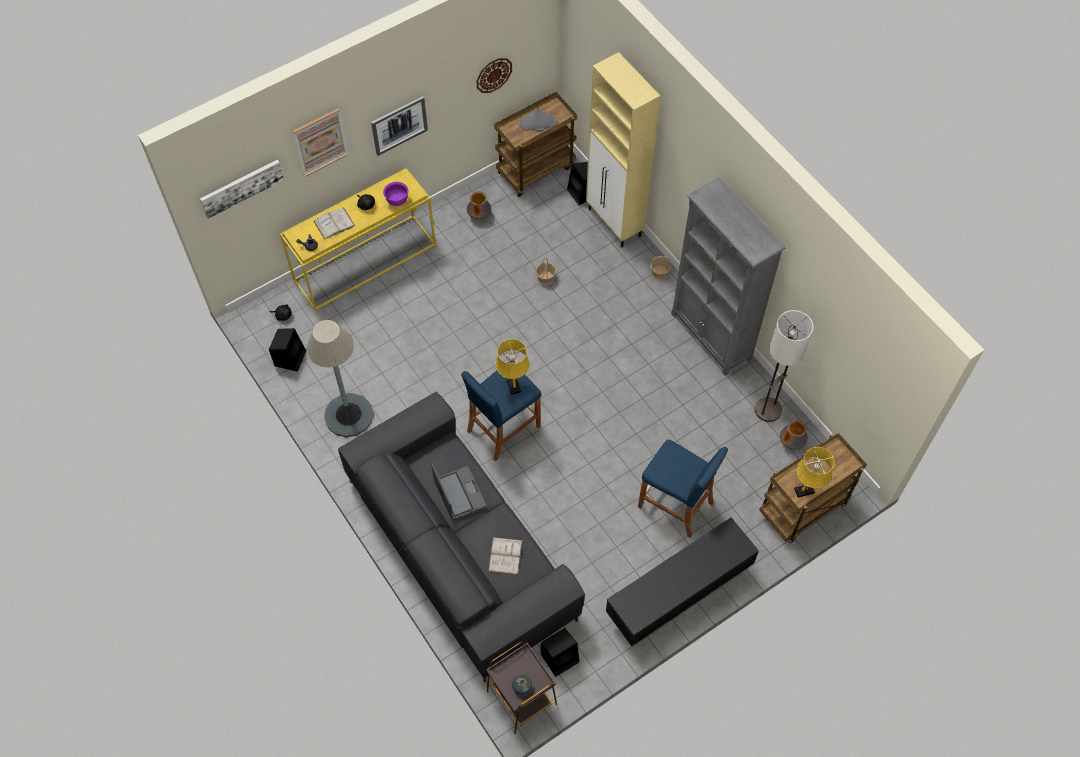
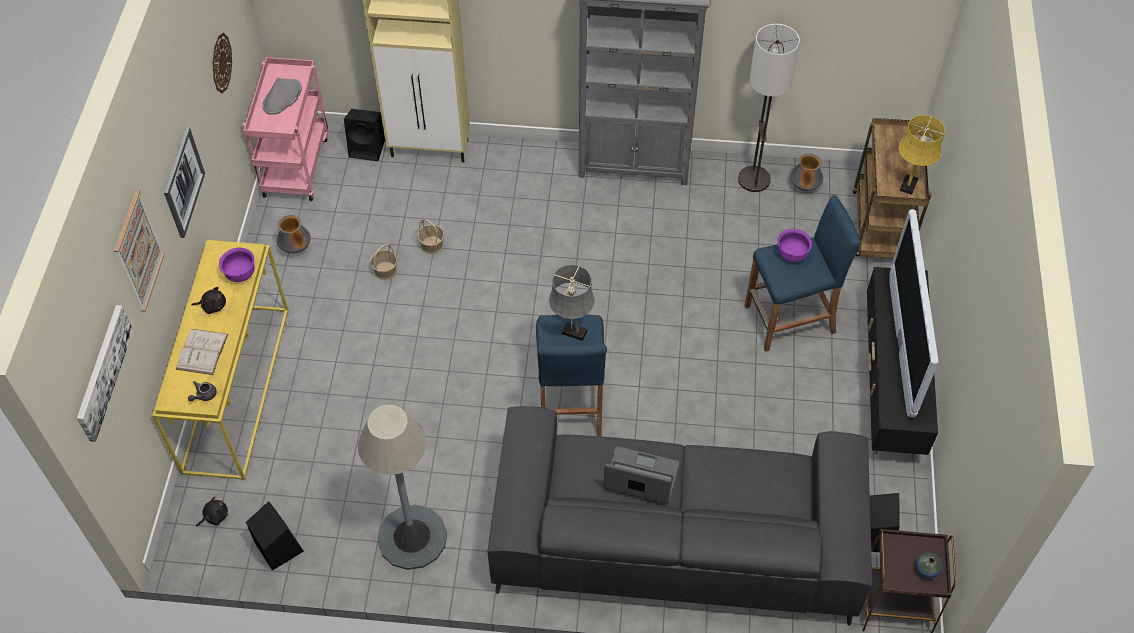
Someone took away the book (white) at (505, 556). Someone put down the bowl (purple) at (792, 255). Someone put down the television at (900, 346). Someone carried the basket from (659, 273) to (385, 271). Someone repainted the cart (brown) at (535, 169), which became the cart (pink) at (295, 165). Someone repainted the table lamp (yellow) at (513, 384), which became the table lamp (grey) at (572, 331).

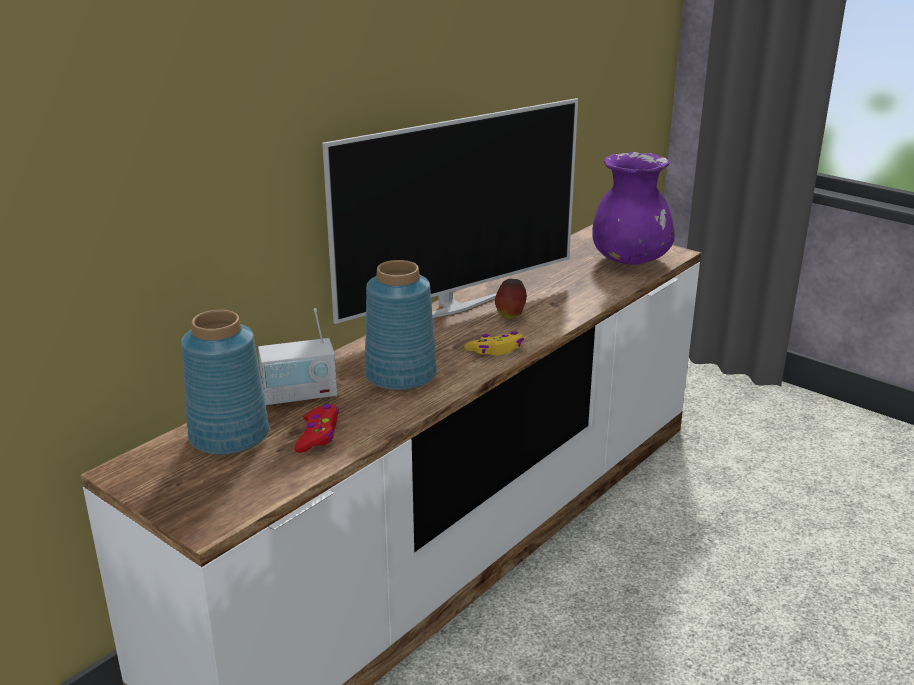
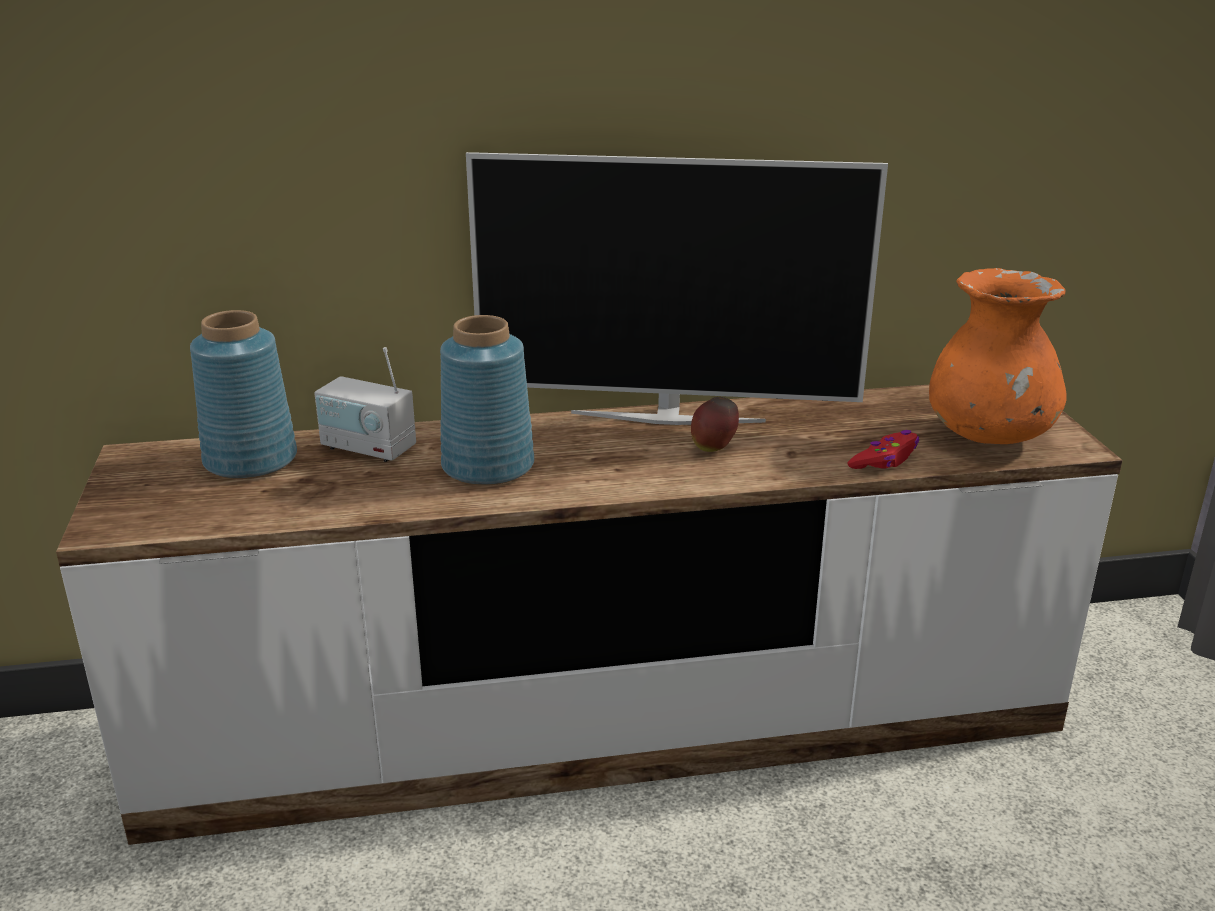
Someone took away the game controller (yellow) at (496, 350). Someone carried the game controller (red) from (318, 435) to (884, 460). Someone repainted the vase (purple) at (630, 260), which became the vase (orange) at (989, 436).

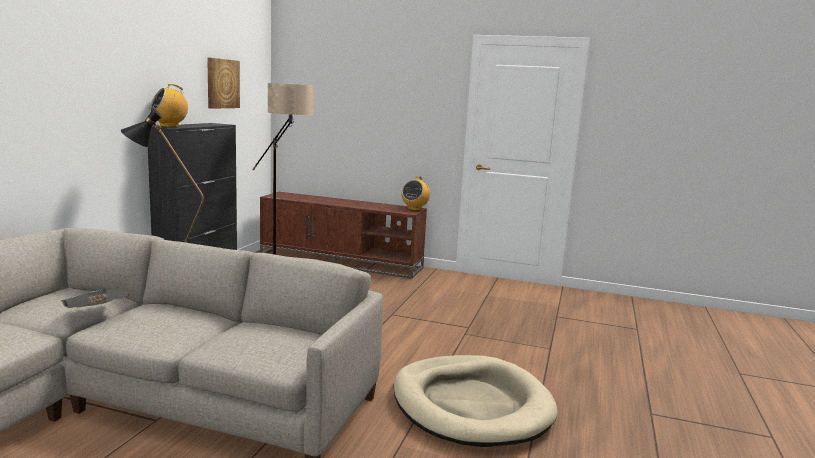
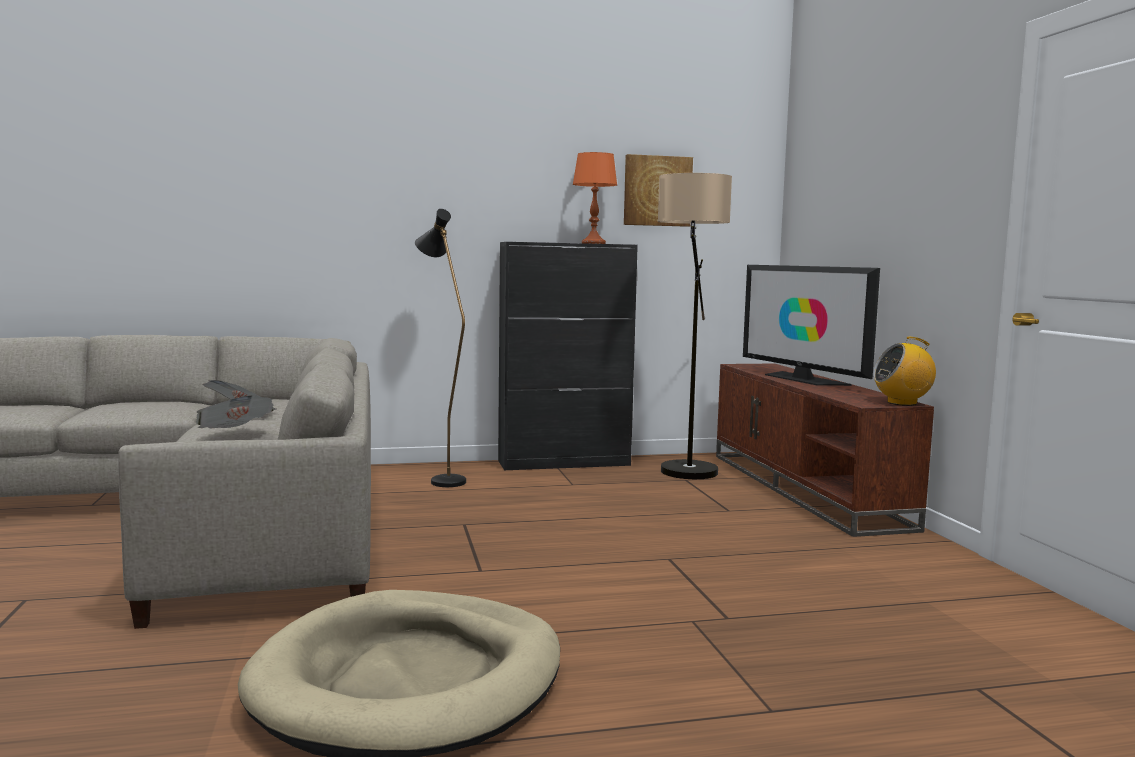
Someone took away the radio at (169, 126). Someone put down the newspaper at (235, 434). Someone put down the table lamp (orange) at (593, 243). Someone put down the television at (802, 379).

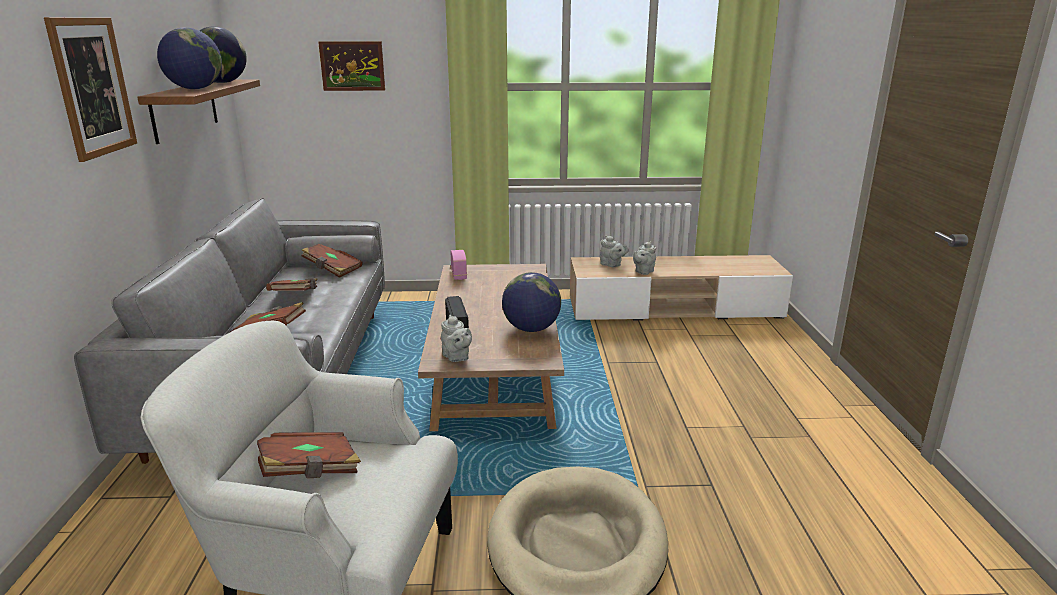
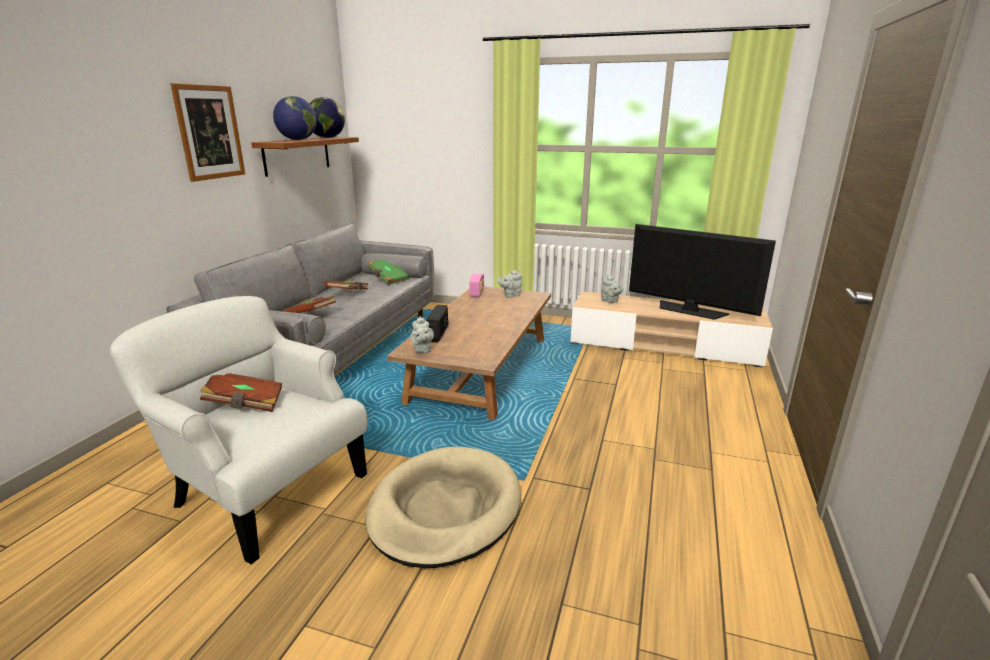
Someone took away the picture at (352, 66). Someone took away the globe at (531, 329). Someone put down the television at (690, 310). Someone carried the teapot (grey) from (643, 272) to (510, 295). Someone repainted the book (brown) at (332, 269), which became the book (green) at (388, 279).

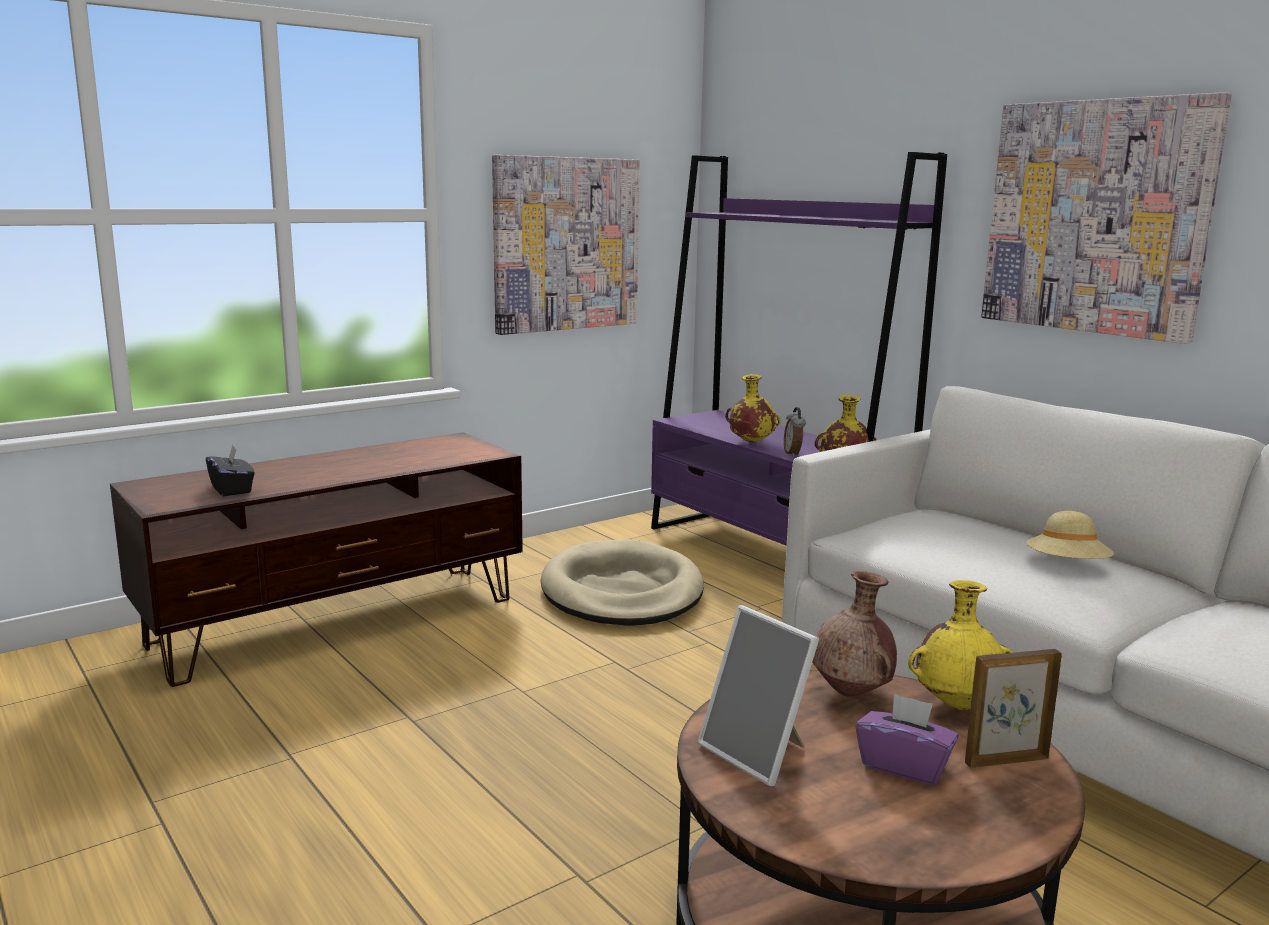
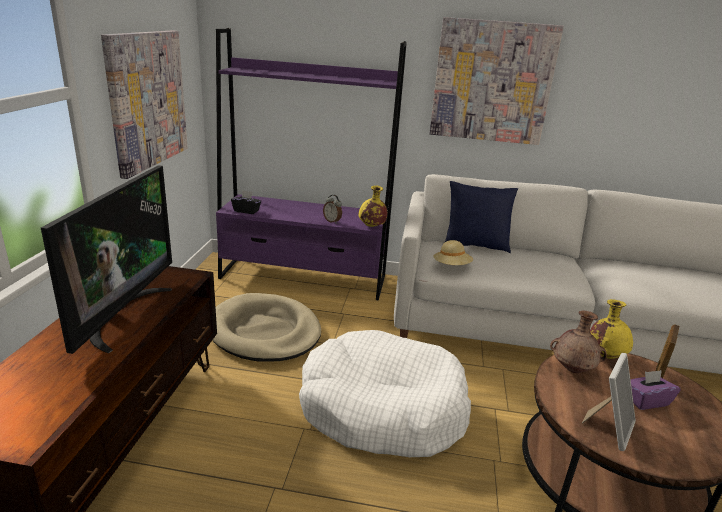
Someone took away the vase (yellow) at (750, 442). Someone put down the television at (122, 315). Someone put down the dog bed (white) at (382, 408). Someone put down the pillow (blue) at (475, 246). Someone carried the tissue box (black) from (232, 489) to (246, 211). Someone carried the hat (beige) from (1067, 567) to (452, 266). Someone rotated the picture frame at (758, 754) by 60 degrees counterclockwise.

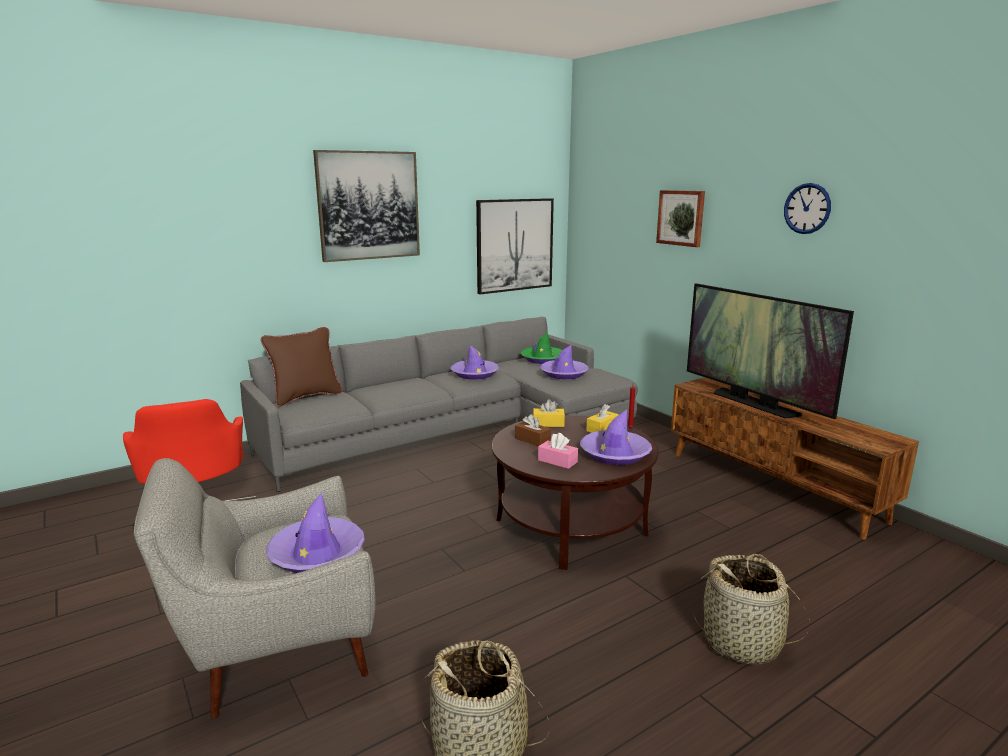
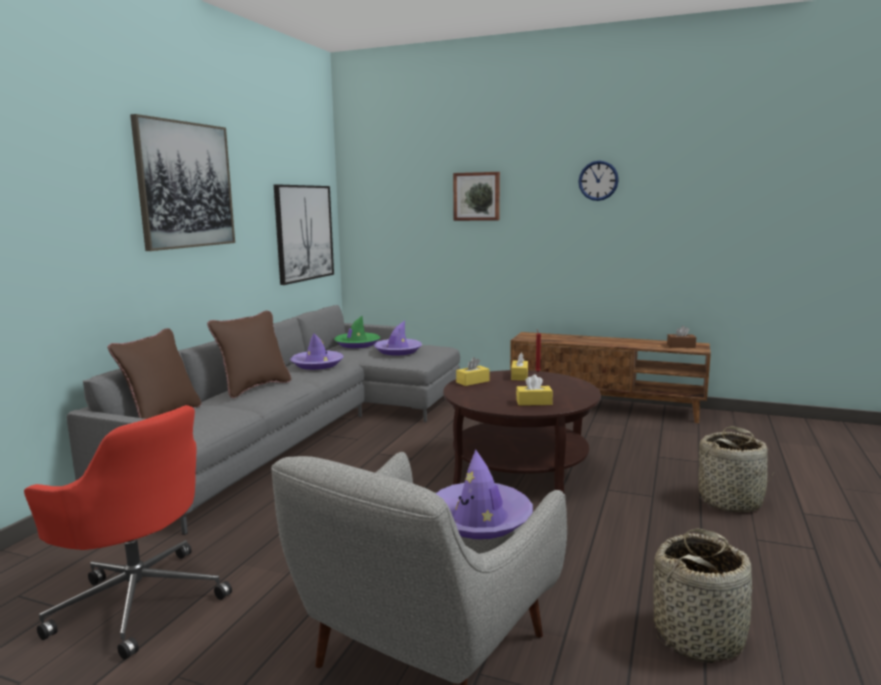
Someone took away the hat (purple) at (615, 454). Someone took away the television at (753, 403). Someone put down the pillow (brown) at (254, 387). Someone carried the tissue box (brown) from (532, 440) to (681, 346). Someone repainted the tissue box (pink) at (557, 461), which became the tissue box (yellow) at (534, 402).

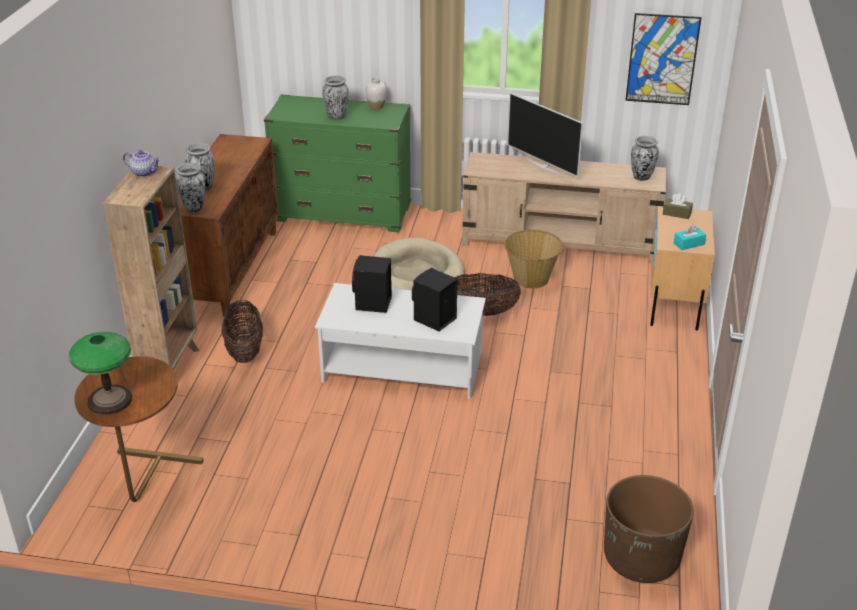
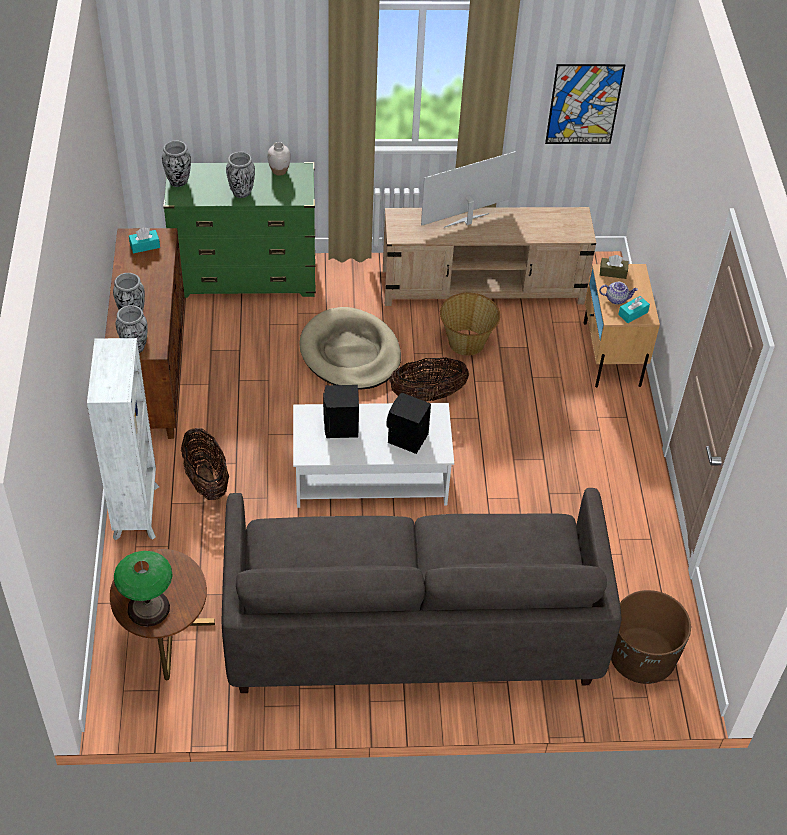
Someone put down the tissue box (turquoise) at (145, 246). Someone put down the sofa (grey) at (412, 626). Someone carried the teapot from (144, 172) to (616, 299). Someone carried the vase from (641, 177) to (178, 182). Someone repainted the bookcase (brown) at (170, 365), which became the bookcase (white) at (137, 510). Someone rotated the television at (544, 166) by 120 degrees clockwise.

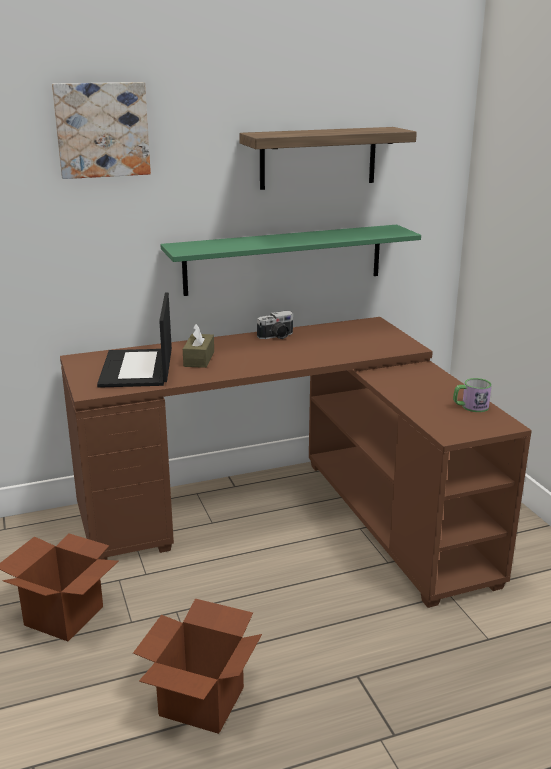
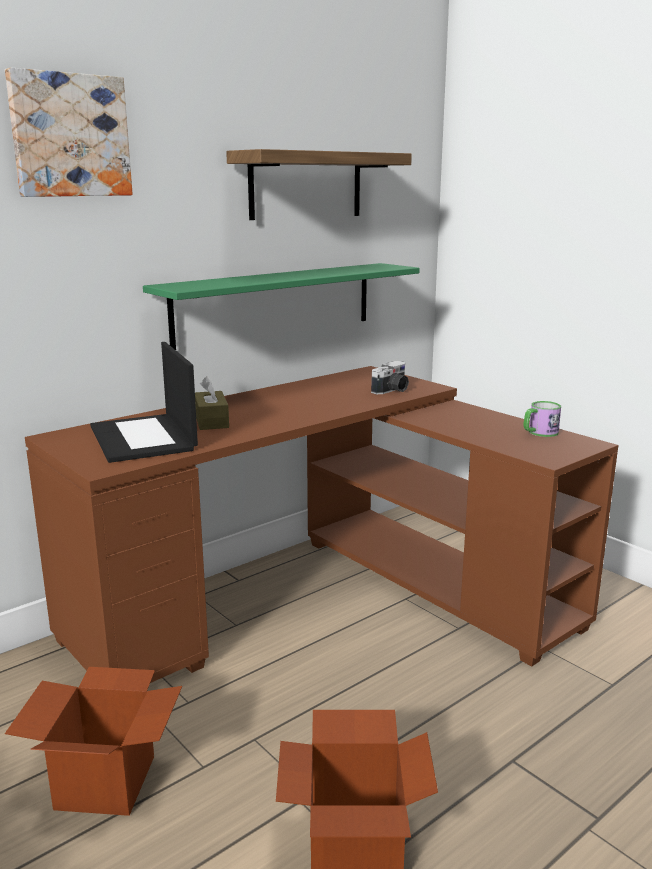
Someone carried the photo camera from (277, 336) to (392, 390).

